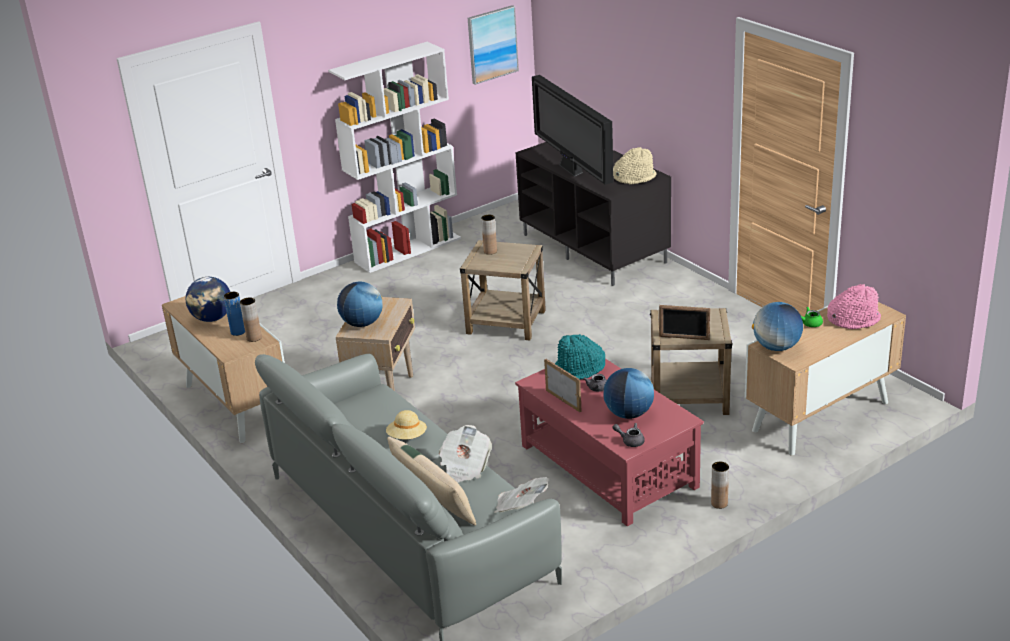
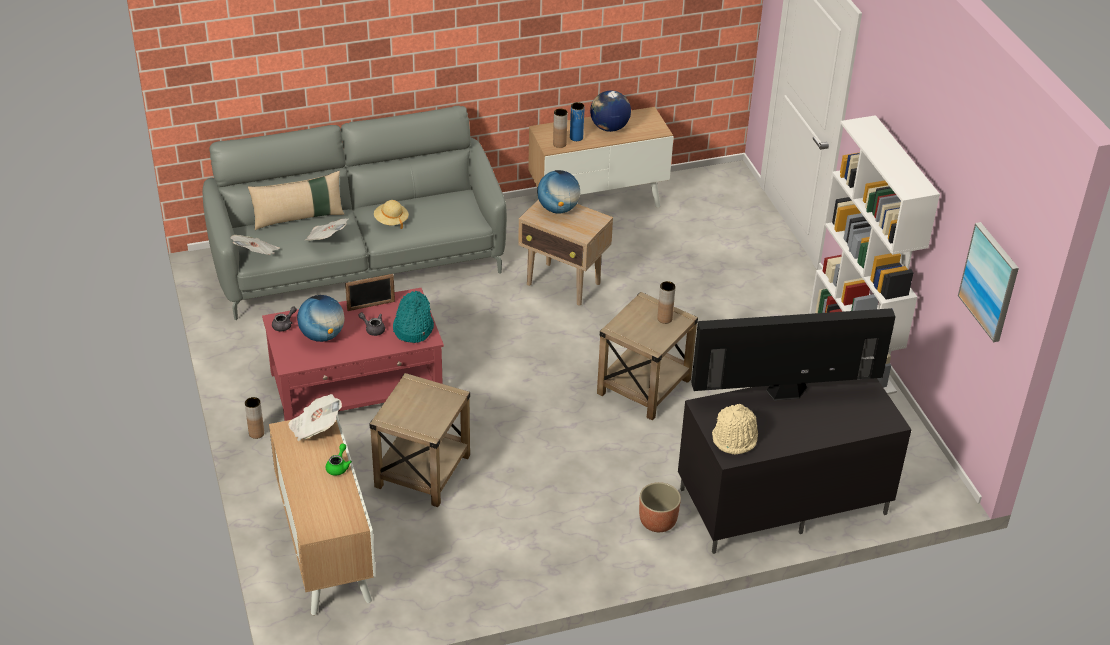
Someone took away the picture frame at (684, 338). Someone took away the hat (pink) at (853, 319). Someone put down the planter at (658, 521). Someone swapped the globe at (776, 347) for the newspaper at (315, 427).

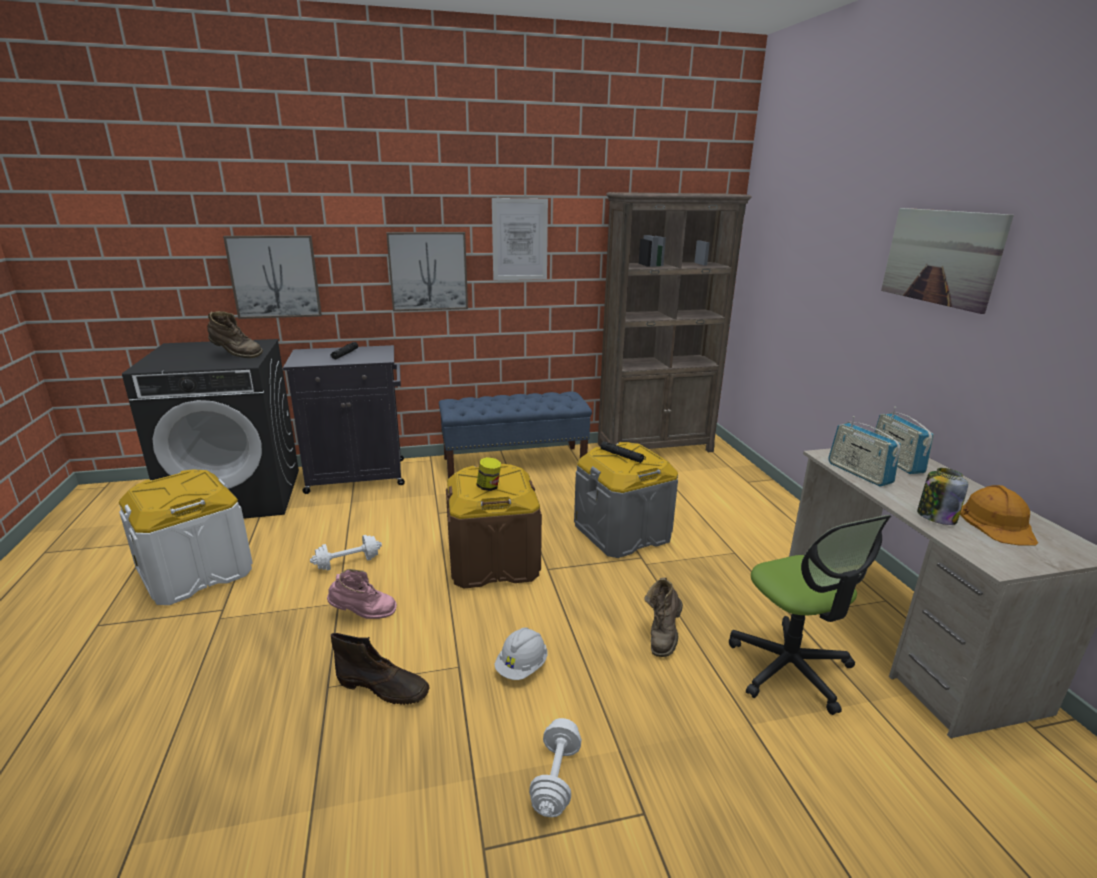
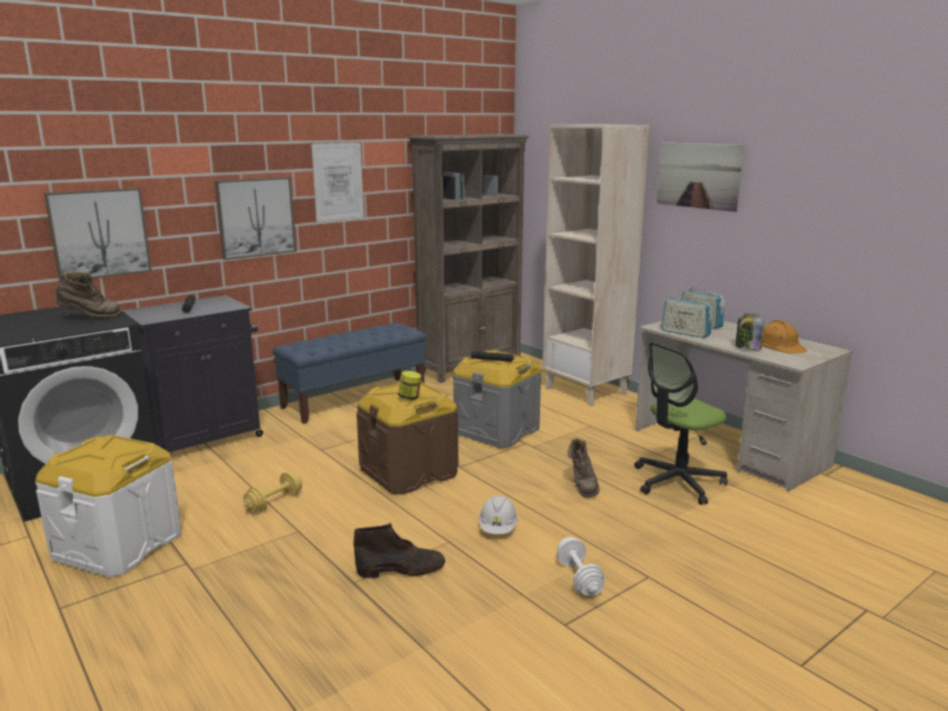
Someone took away the boot (pink) at (363, 614). Someone put down the bookcase (beige) at (586, 391). Someone repainted the dumbbell (white) at (348, 563), which became the dumbbell (yellow) at (274, 503). Someone rotated the office chair at (790, 668) by 105 degrees clockwise.

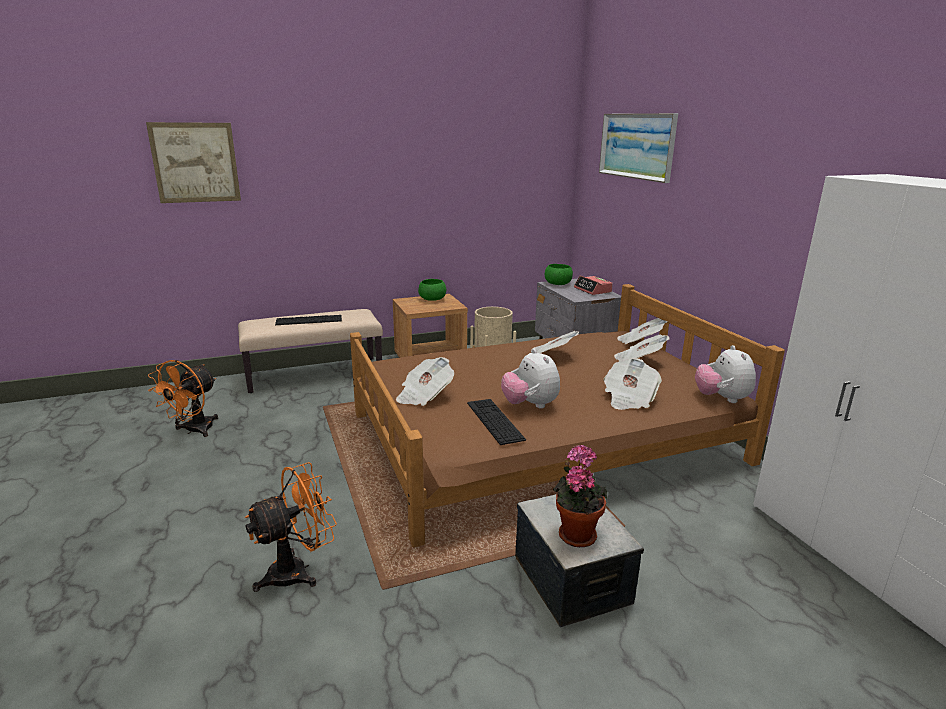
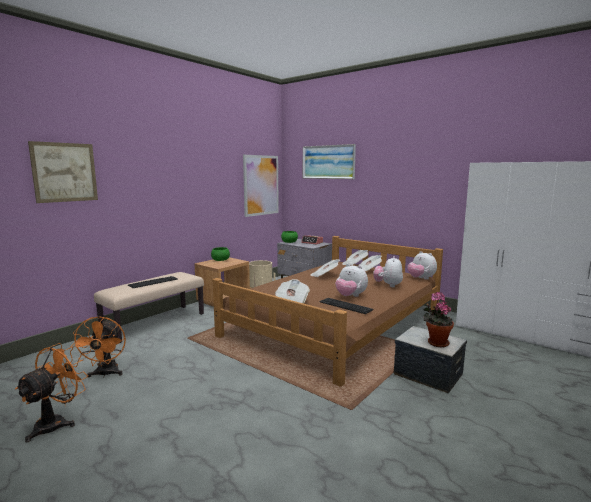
Someone put up the picture at (261, 185). Someone carried the fan (orange) from (298, 571) to (56, 422). Someone swapped the newspaper at (628, 399) for the plush toy at (388, 285).

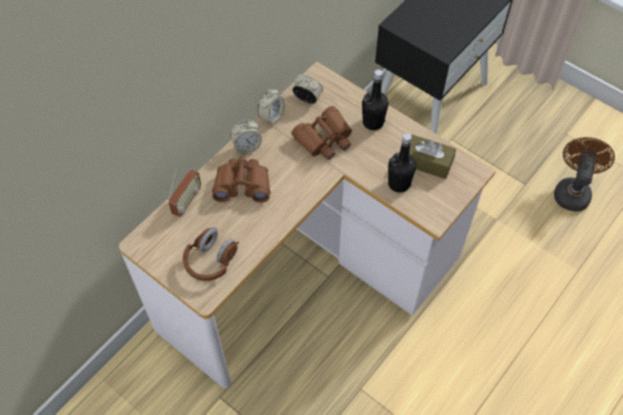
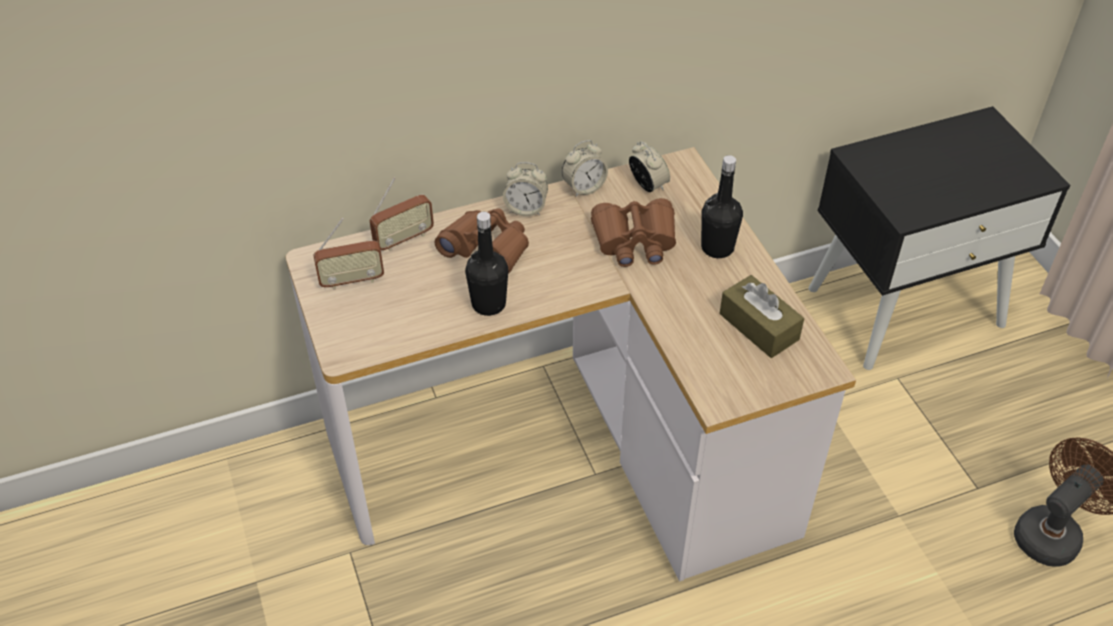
Someone took away the headphones (brown) at (211, 261). Someone put down the radio at (352, 280). Someone carried the bottle (black) from (399, 184) to (488, 304).

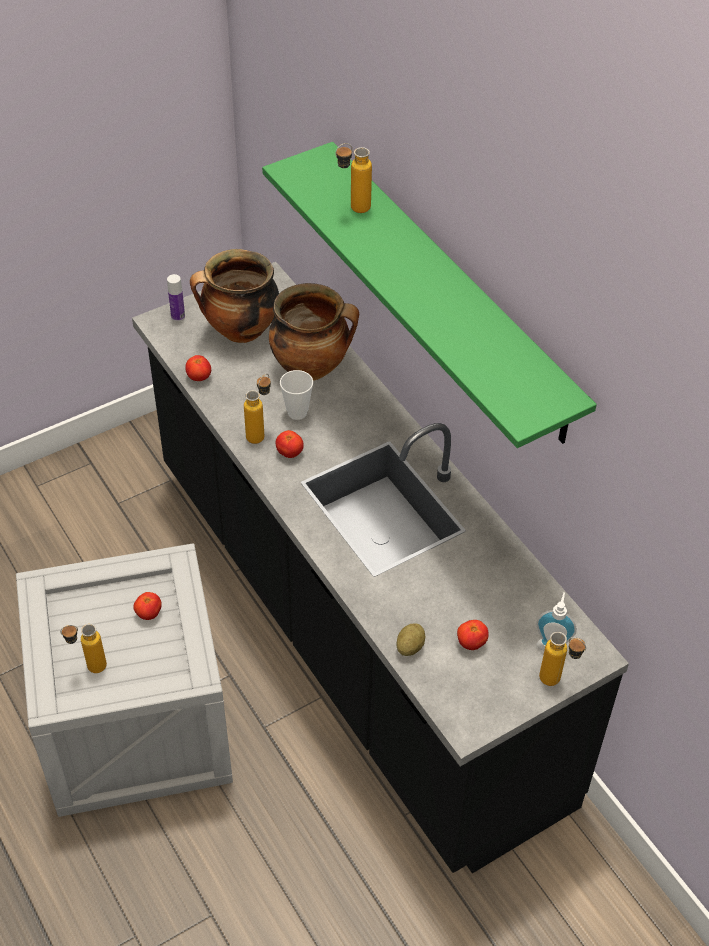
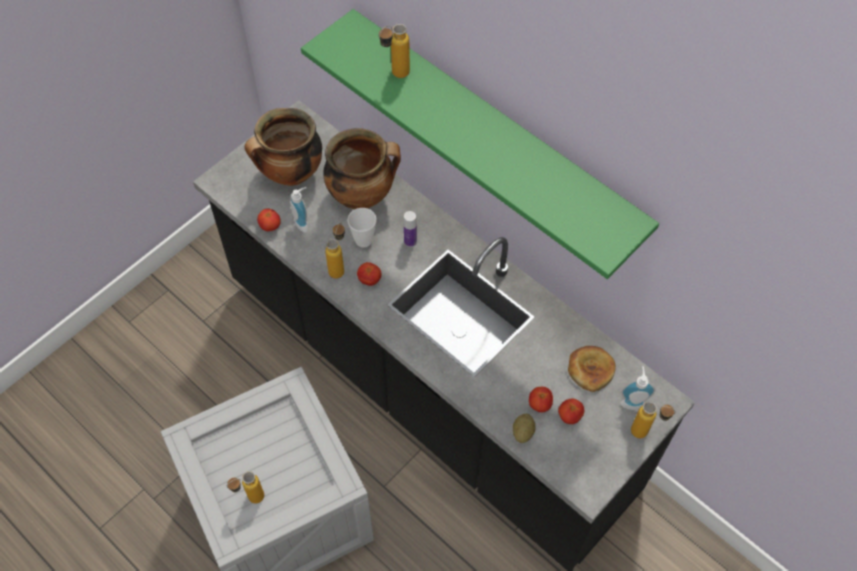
Someone put down the soap dispenser at (303, 223). Someone put down the bread at (590, 369). Someone carried the tomato from (149, 613) to (539, 404). Someone carried the bottle from (178, 316) to (410, 241).

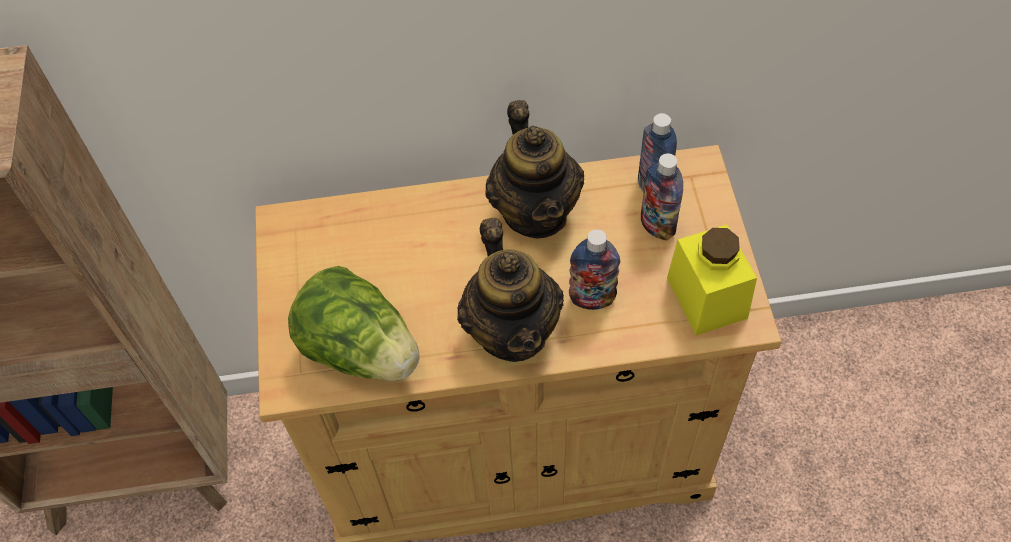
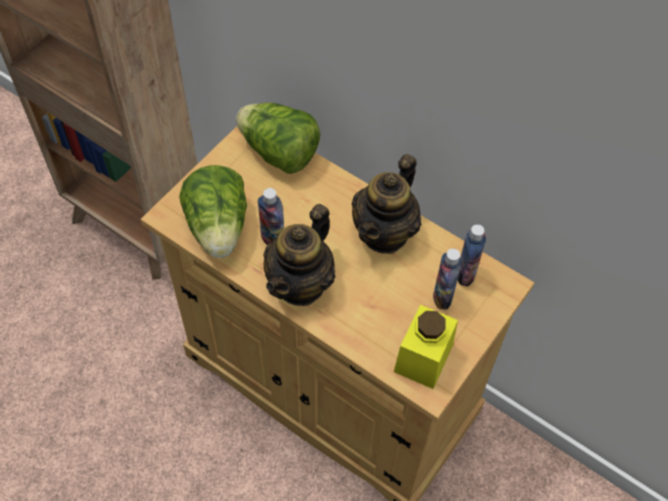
Someone put down the lettuce at (279, 153). Someone carried the bottle from (592, 298) to (272, 238).

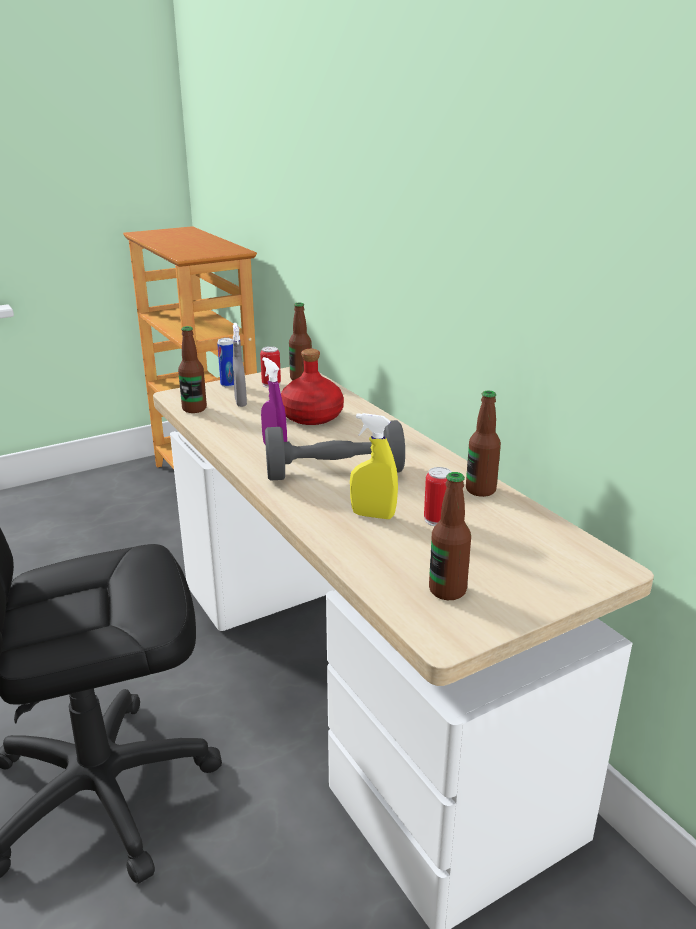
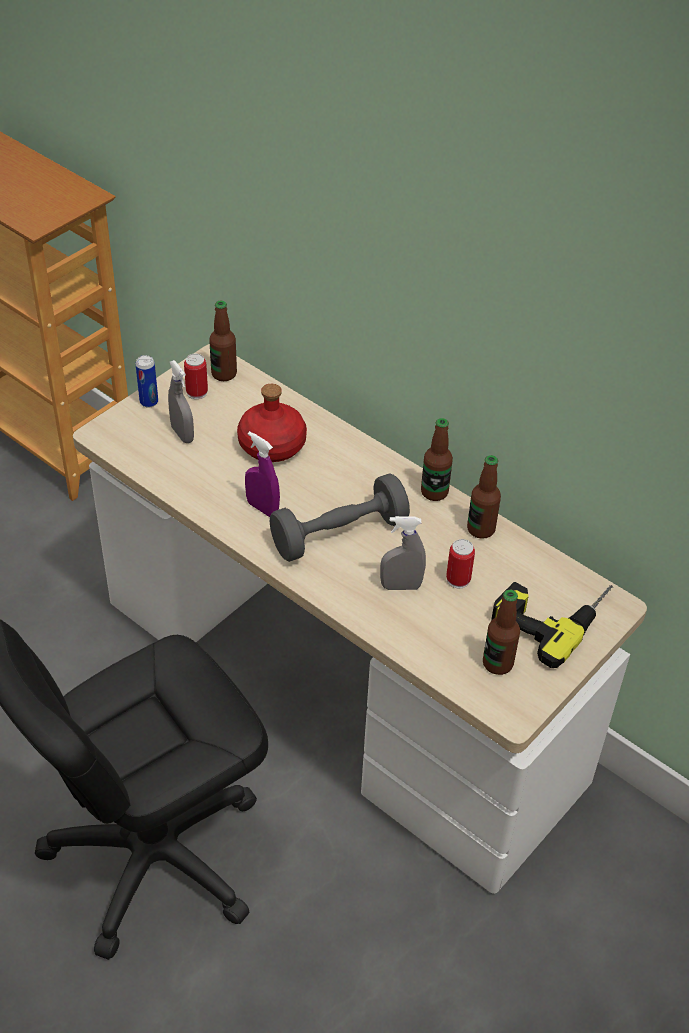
Someone put down the power drill at (551, 614). Someone carried the bottle from (194, 409) to (434, 492). Someone repainted the spray bottle (yellow) at (373, 515), which became the spray bottle (grey) at (401, 586).

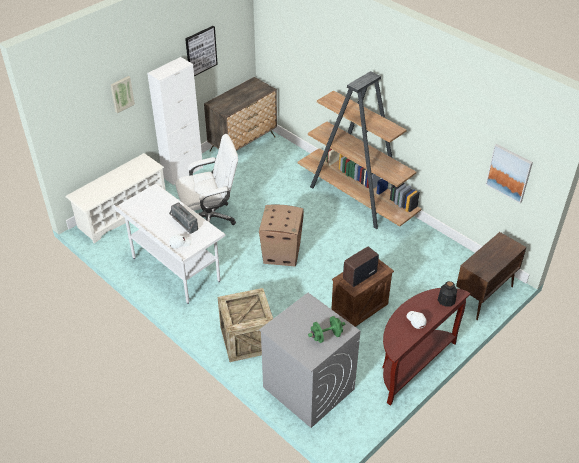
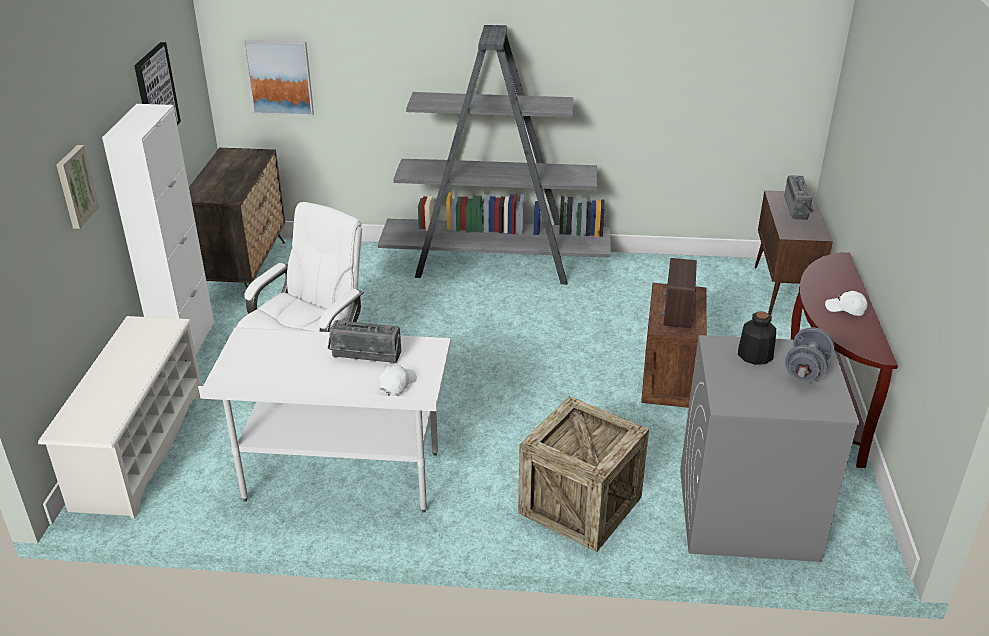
Someone took away the cardboard box at (282, 253). Someone put down the radio at (798, 208). Someone carried the bottle from (446, 300) to (755, 355). Someone carried the picture from (509, 173) to (280, 77). Someone repainted the bookcase (brown) at (356, 199), which became the bookcase (grey) at (496, 264). Someone repainted the dumbbell (green) at (326, 336), which became the dumbbell (grey) at (806, 370).

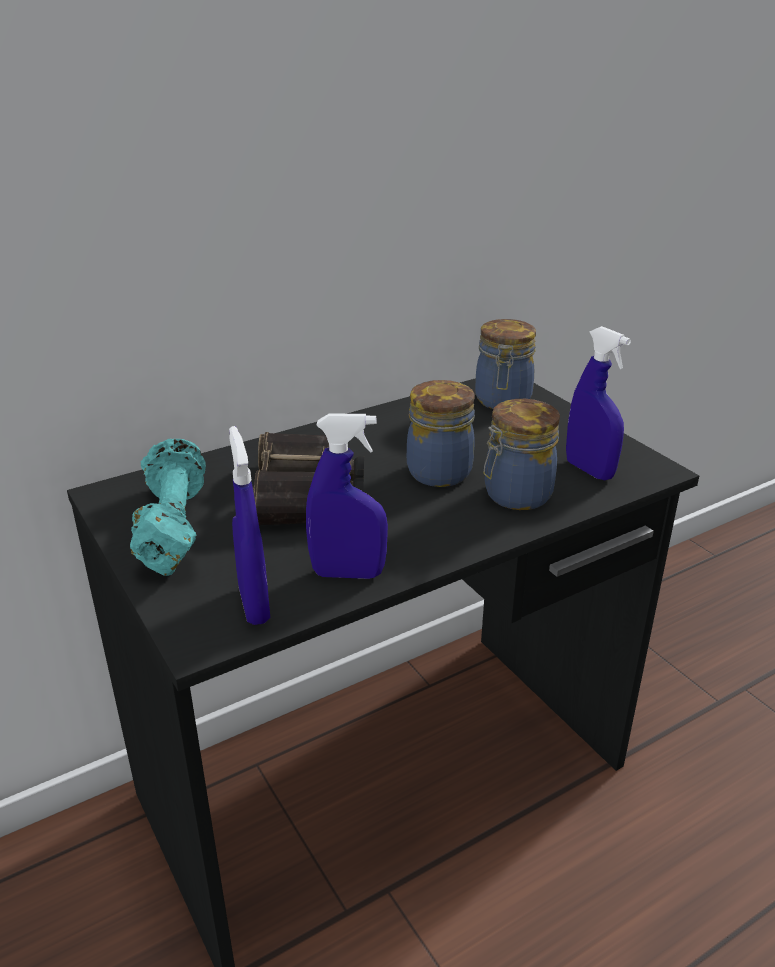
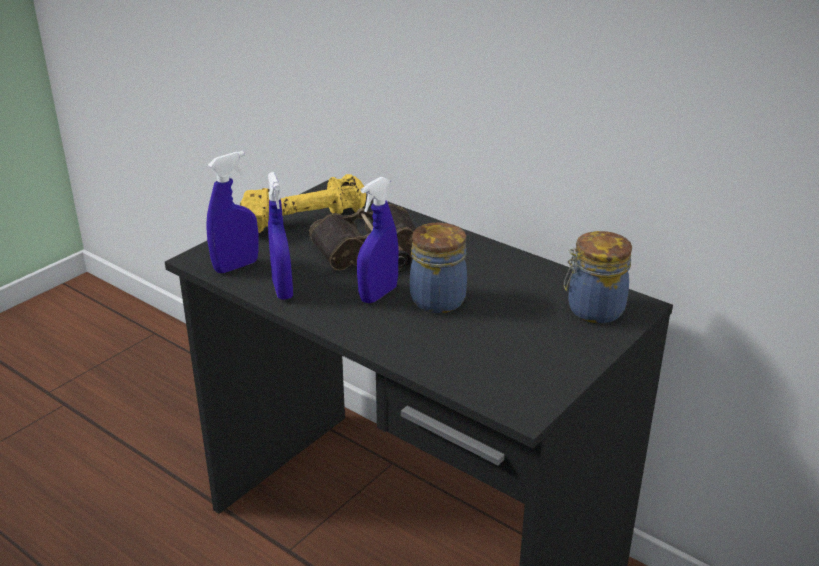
Someone took away the jar at (515, 495). Someone carried the spray bottle (blue) from (589, 470) to (378, 294). Someone repainted the dumbbell (turquoise) at (171, 527), which became the dumbbell (yellow) at (304, 220).

